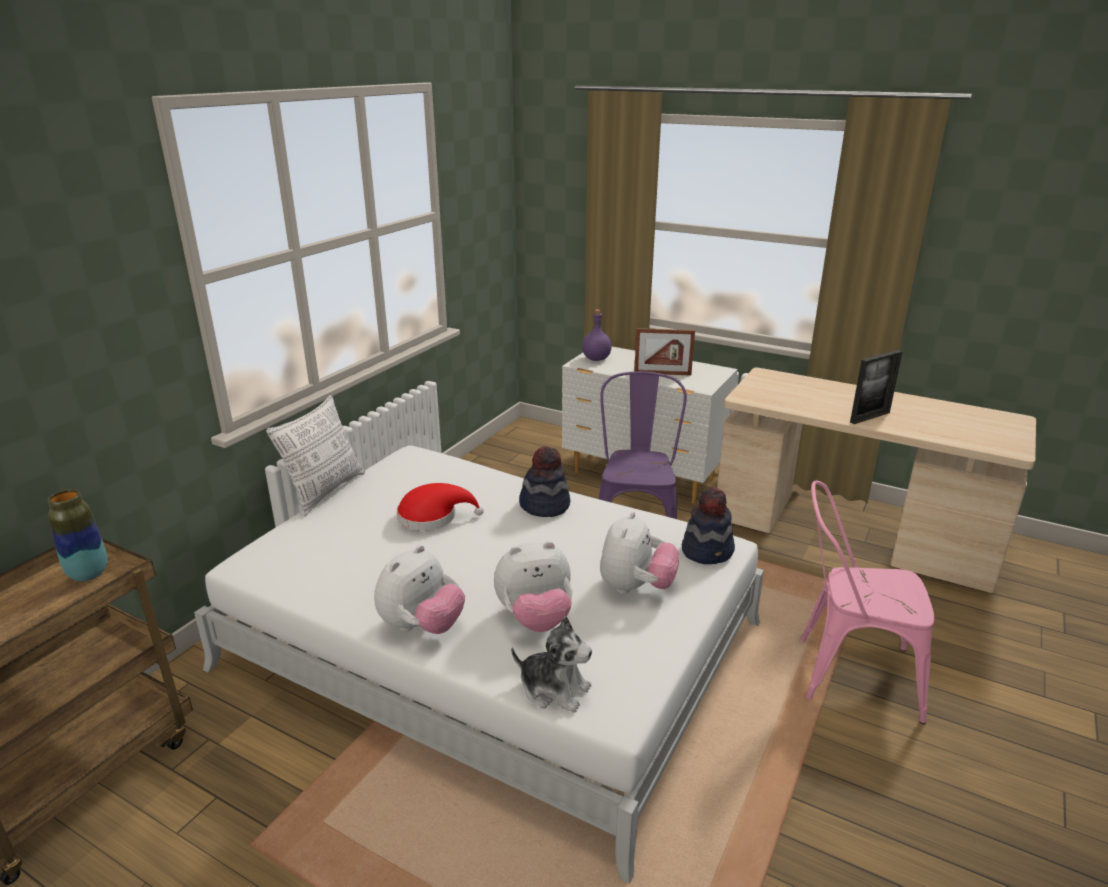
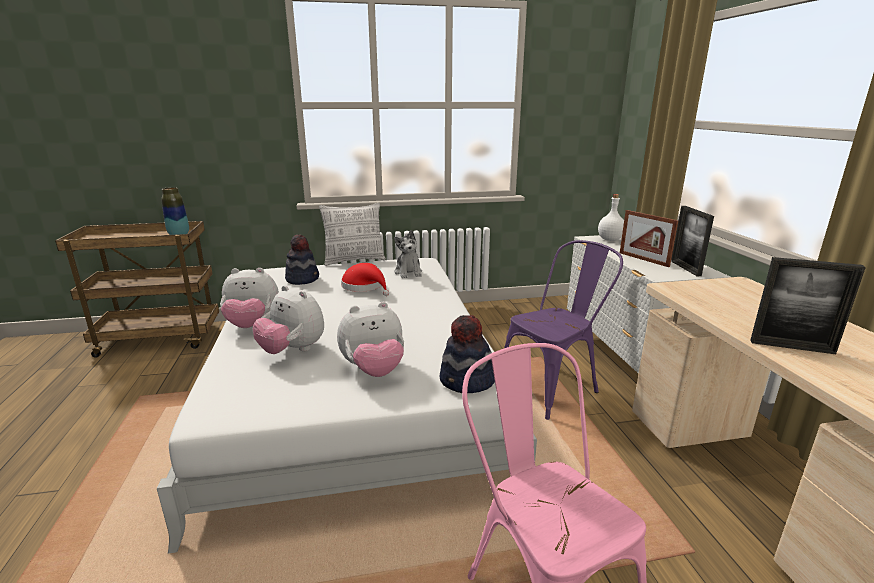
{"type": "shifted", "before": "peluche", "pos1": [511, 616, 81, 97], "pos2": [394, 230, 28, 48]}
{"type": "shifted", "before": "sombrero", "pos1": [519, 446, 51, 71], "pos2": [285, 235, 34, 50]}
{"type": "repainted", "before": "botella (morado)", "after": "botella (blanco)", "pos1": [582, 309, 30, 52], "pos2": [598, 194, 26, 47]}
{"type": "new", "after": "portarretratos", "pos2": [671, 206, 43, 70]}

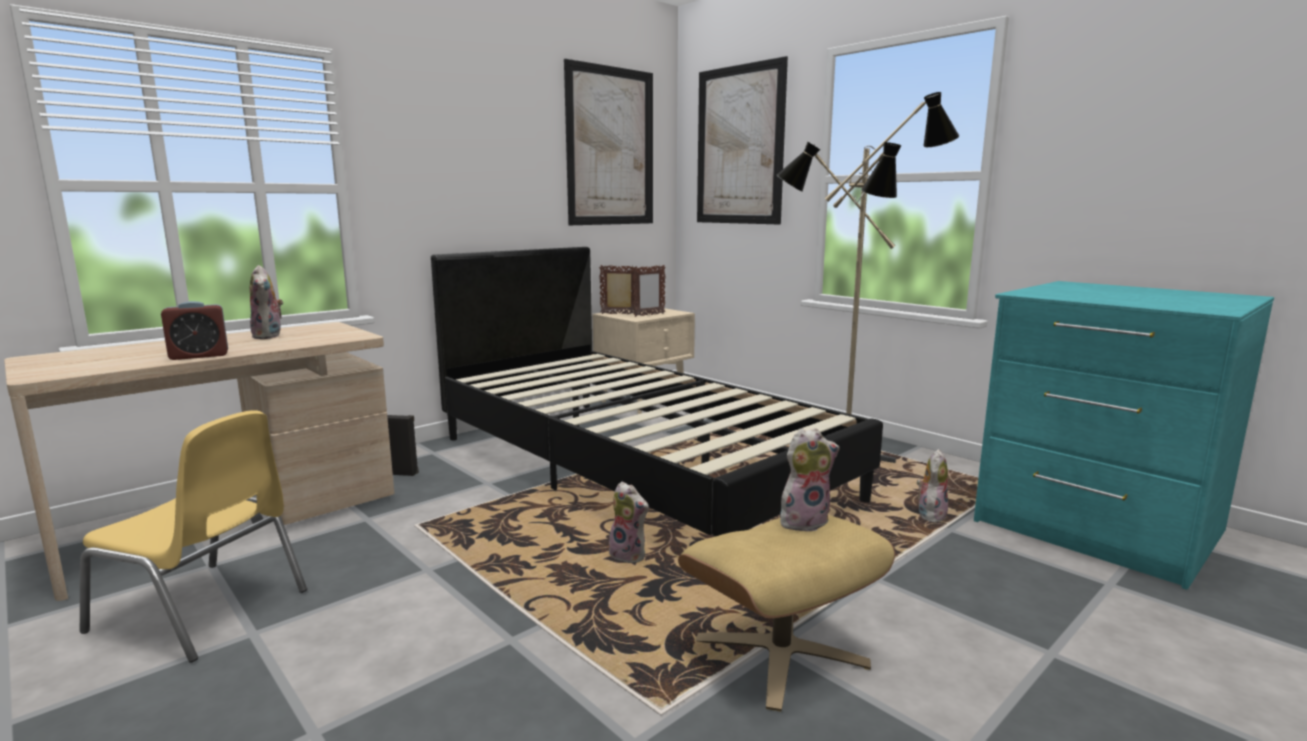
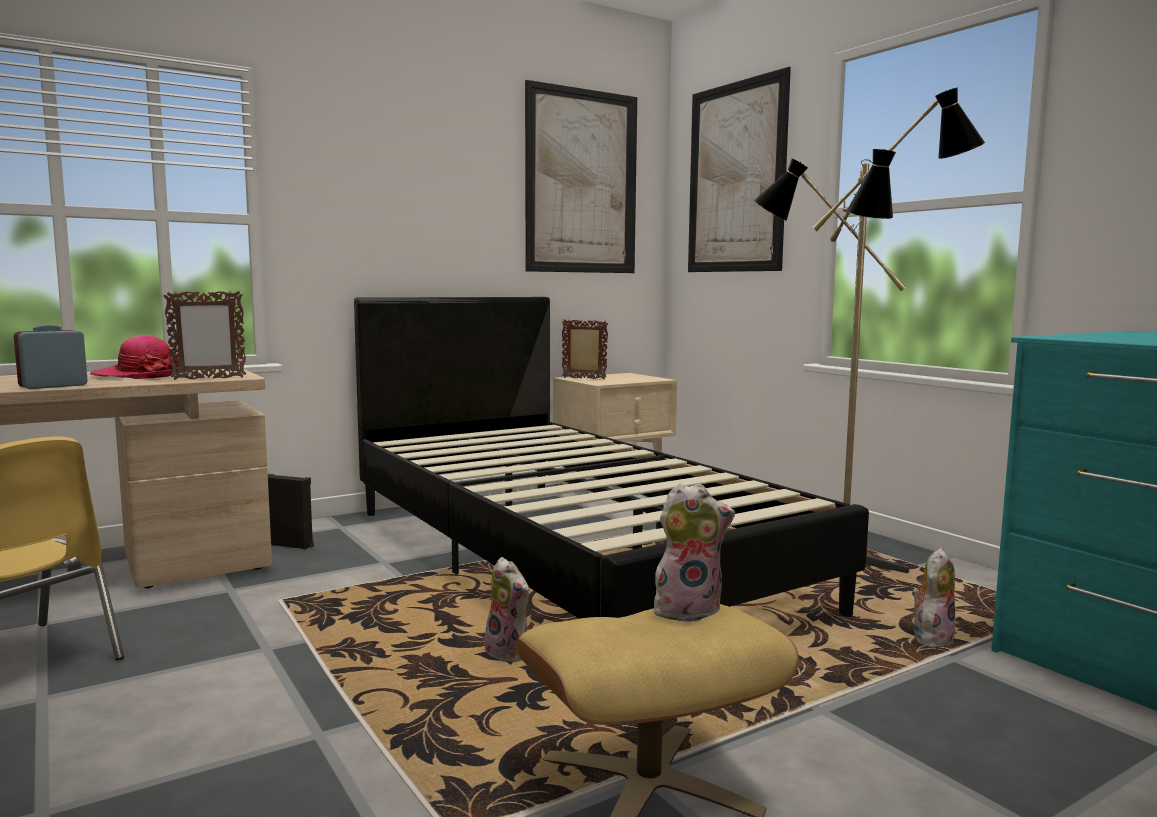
{"type": "rotated", "before": "despertador", "pos1": [161, 301, 67, 59], "pos2": [14, 325, 74, 64], "turn": 150}
{"type": "swapped", "before": "peluche", "after": "sombrero", "pos1": [250, 265, 33, 74], "pos2": [90, 335, 89, 44]}
{"type": "shifted", "before": "portarretratos", "pos1": [633, 265, 32, 52], "pos2": [164, 290, 82, 90]}

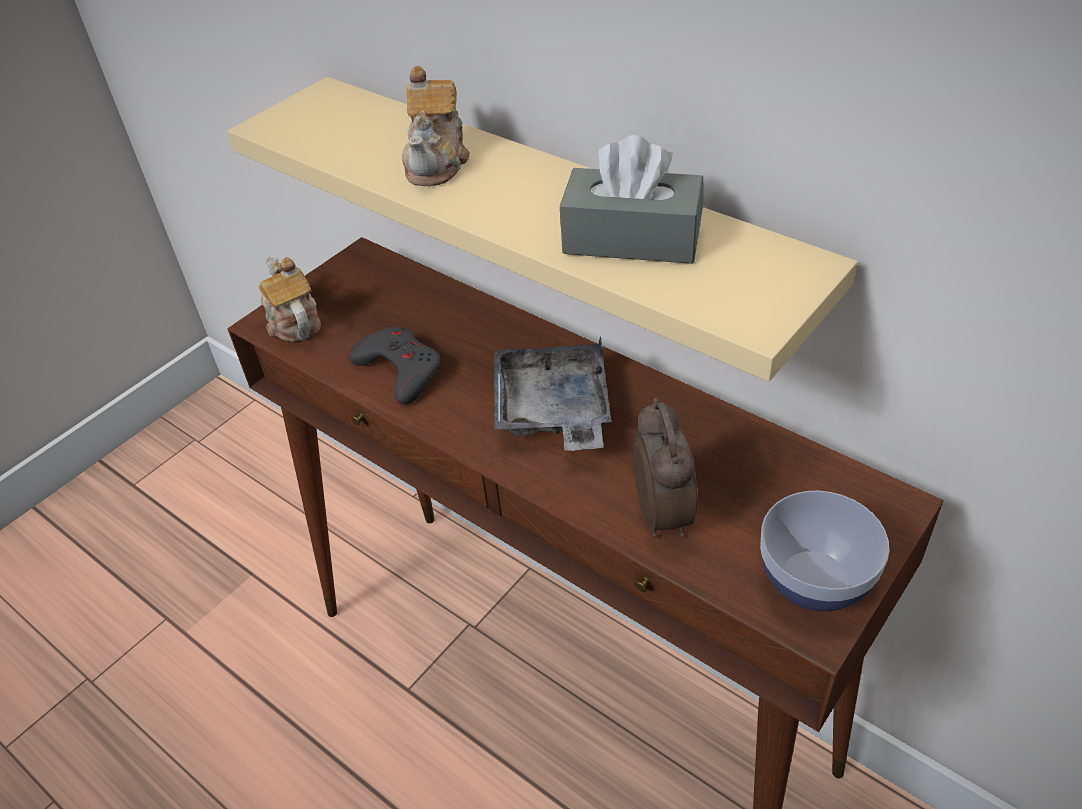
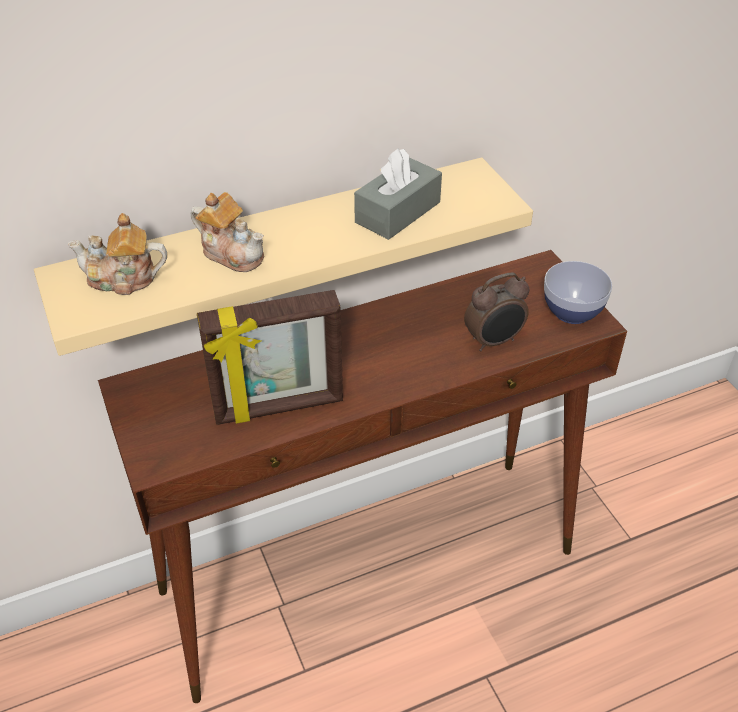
{"type": "shifted", "before": "tetera", "pos1": [259, 256, 62, 86], "pos2": [68, 213, 99, 82]}
{"type": "swapped", "before": "mando de consola (gris)", "after": "portarretratos", "pos1": [349, 327, 92, 78], "pos2": [197, 290, 146, 135]}
{"type": "gone", "before": "bandeja (gris)", "pos1": [494, 337, 117, 114]}
{"type": "rotated", "before": "despertador", "pos1": [633, 398, 65, 139], "pos2": [464, 273, 65, 78], "turn": 135}

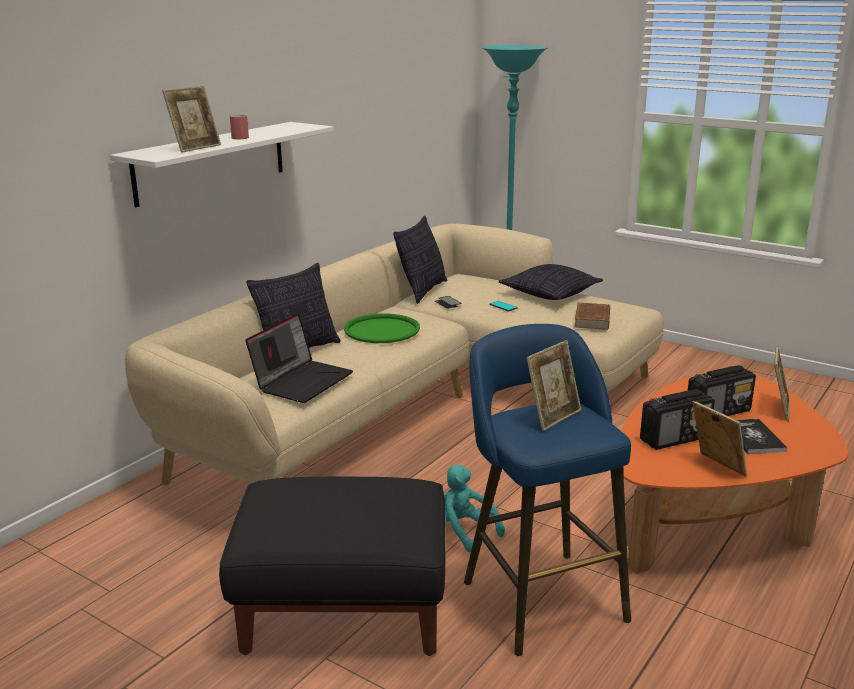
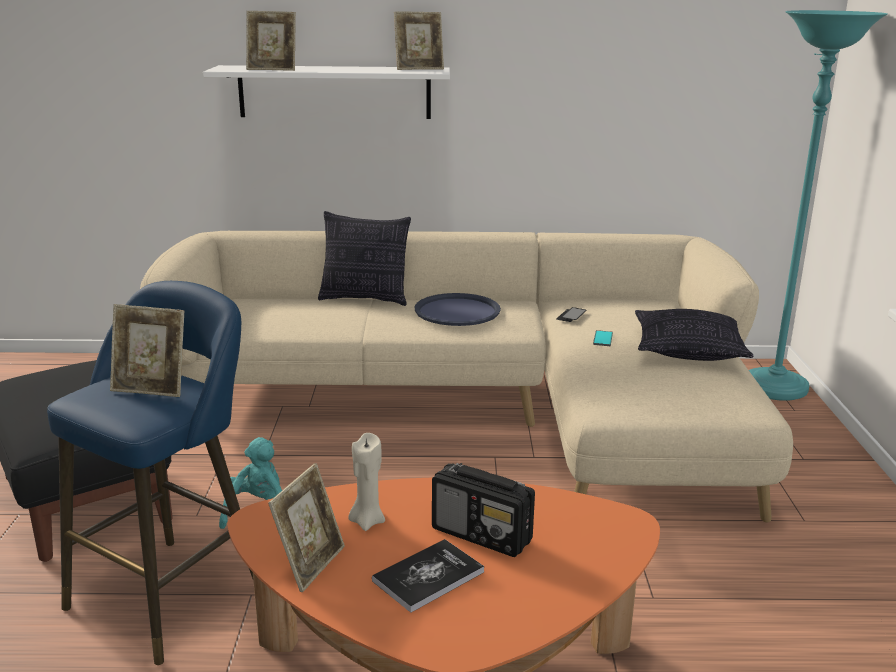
{"type": "gone", "before": "taza grande (rojo)", "pos1": [230, 115, 19, 24]}
{"type": "gone", "before": "portátil", "pos1": [245, 313, 108, 90]}
{"type": "repainted", "before": "bandeja (verde)", "after": "bandeja (azul)", "pos1": [344, 313, 76, 30], "pos2": [415, 293, 86, 33]}
{"type": "gone", "before": "cojín", "pos1": [393, 216, 54, 88]}
{"type": "gone", "before": "libro (marrón)", "pos1": [575, 303, 35, 27]}
{"type": "swapped", "before": "radio", "after": "vela (beis)", "pos1": [640, 389, 75, 61], "pos2": [348, 433, 37, 98]}
{"type": "shifted", "before": "portarretratos", "pos1": [774, 346, 16, 75], "pos2": [394, 11, 50, 59]}

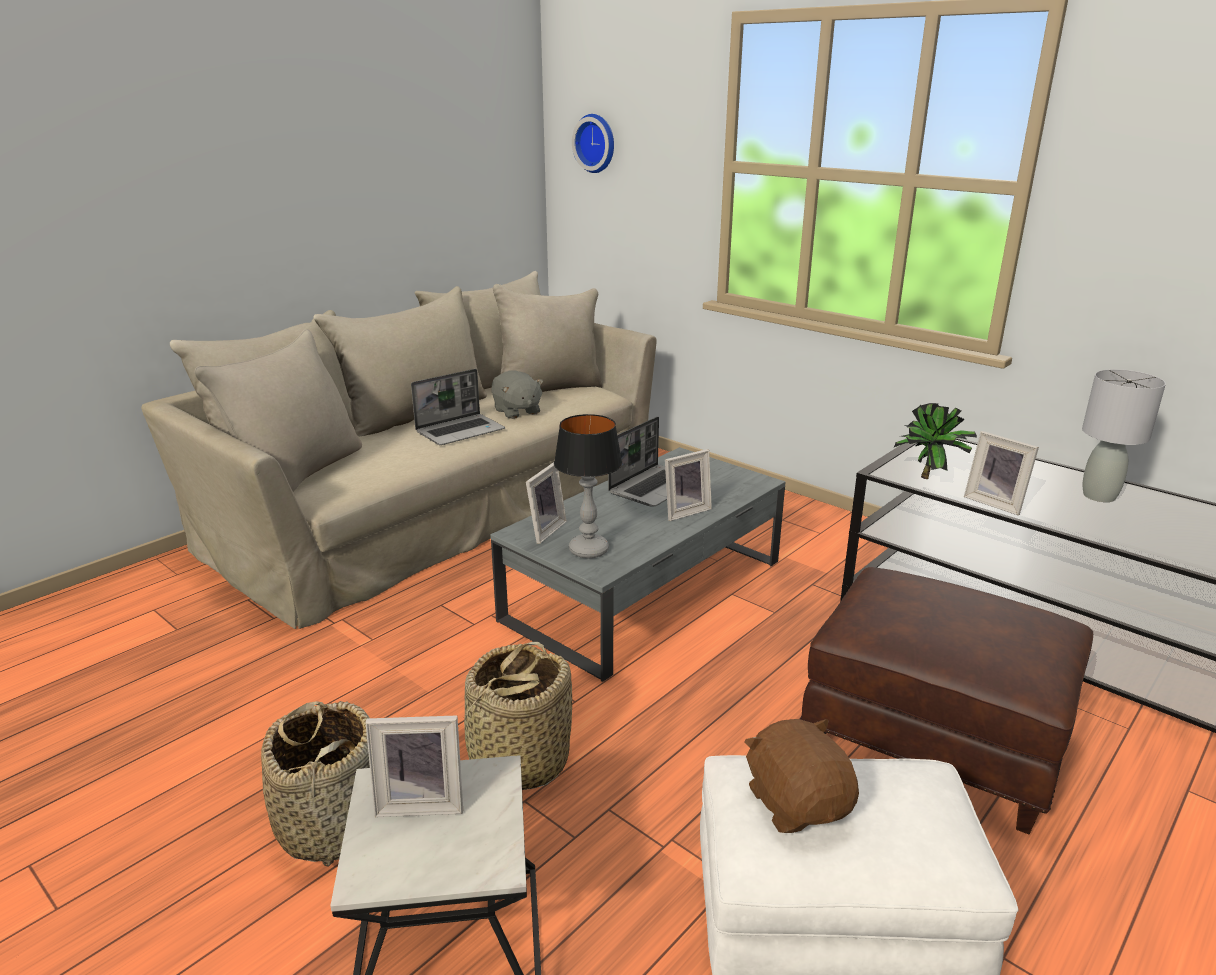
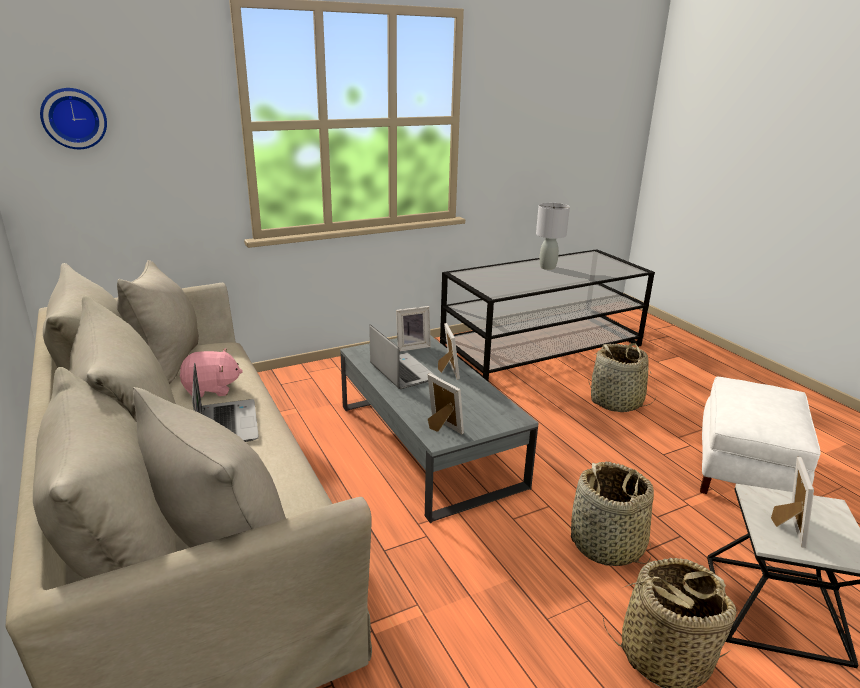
{"type": "repainted", "before": "peluche (gris)", "after": "peluche (rosa)", "pos1": [491, 370, 53, 49], "pos2": [180, 348, 63, 49]}
{"type": "gone", "before": "lámpara de mesa", "pos1": [554, 414, 68, 144]}
{"type": "gone", "before": "peluche (marrón)", "pos1": [744, 719, 115, 114]}
{"type": "swapped", "before": "puf (marrón)", "after": "cesta", "pos1": [800, 567, 293, 267], "pos2": [588, 343, 69, 69]}
{"type": "gone", "before": "planta en maceta", "pos1": [894, 403, 83, 76]}
{"type": "shifted", "before": "portarretratos", "pos1": [964, 431, 75, 84], "pos2": [396, 306, 35, 46]}

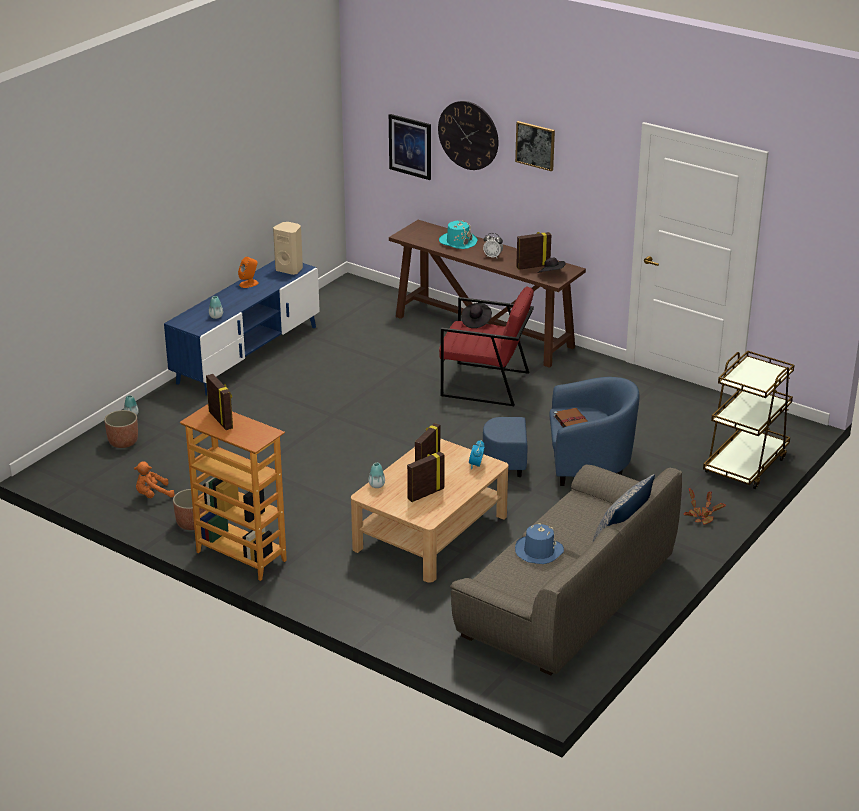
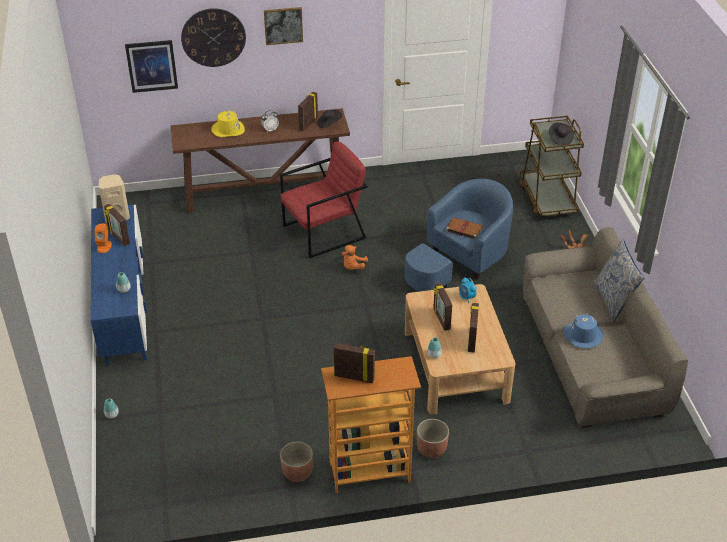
{"type": "shifted", "before": "maceta", "pos1": [104, 410, 34, 38], "pos2": [417, 419, 32, 39]}
{"type": "shifted", "before": "peluche (naranja)", "pos1": [134, 461, 41, 37], "pos2": [342, 245, 26, 25]}
{"type": "repainted", "before": "sombrero (turquesa)", "after": "sombrero (amarillo)", "pos1": [439, 220, 39, 29], "pos2": [211, 110, 34, 27]}
{"type": "shifted", "before": "sombrero (negro)", "pos1": [461, 303, 31, 25], "pos2": [549, 123, 25, 23]}
{"type": "new", "after": "portarretratos", "pos2": [104, 204, 26, 42]}

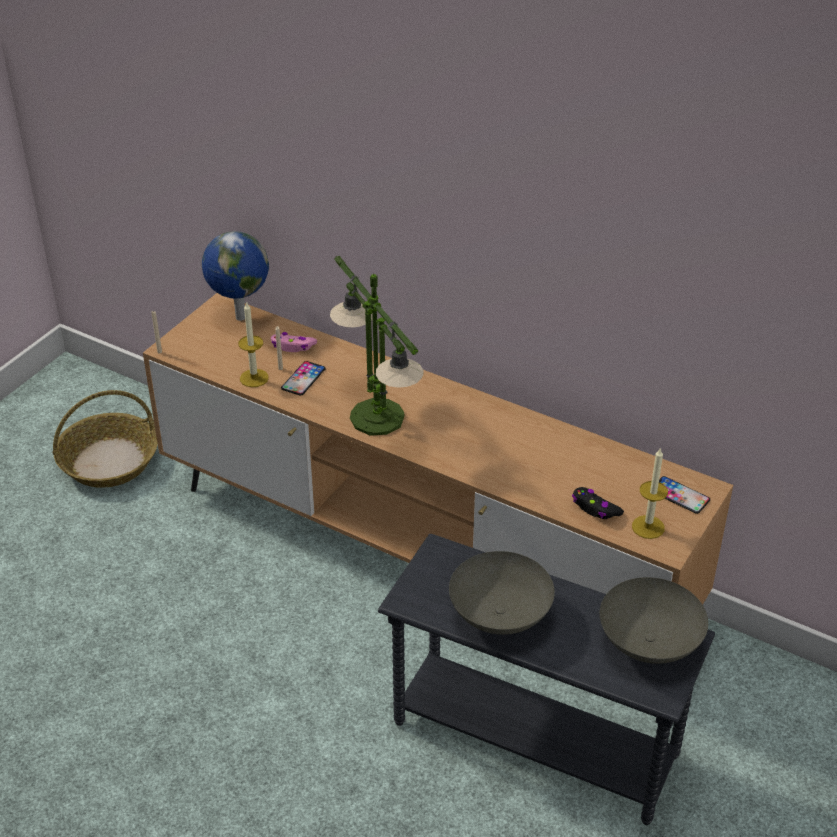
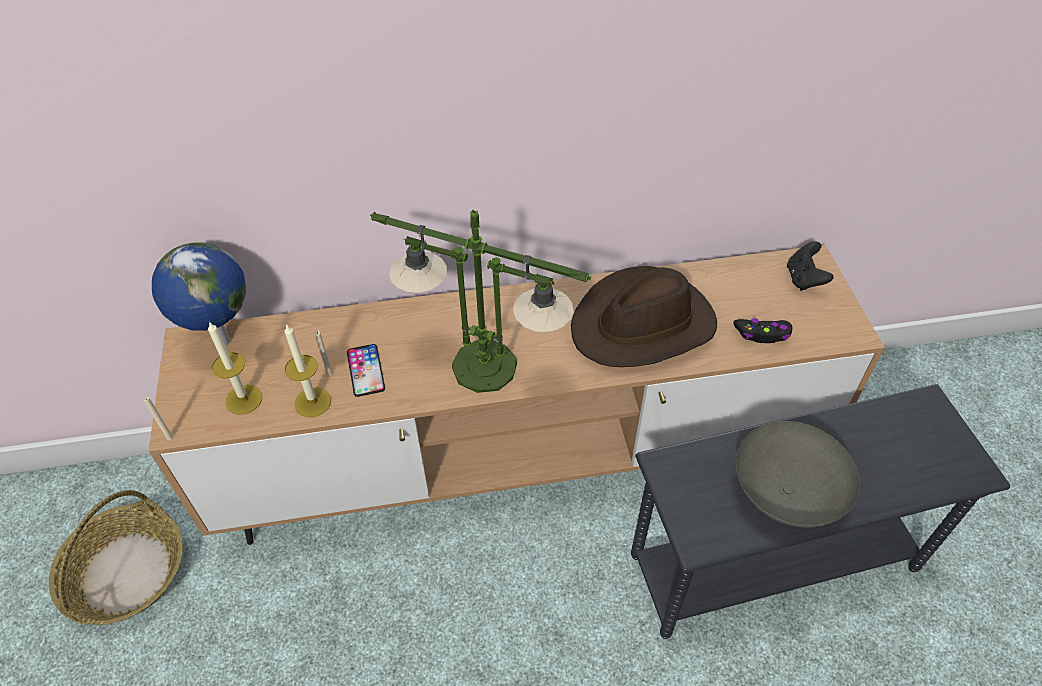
{"type": "gone", "before": "mando de consola (rosa)", "pos1": [271, 332, 46, 20]}
{"type": "gone", "before": "cuenco (gris)", "pos1": [600, 577, 108, 87]}
{"type": "shifted", "before": "vela", "pos1": [632, 447, 36, 92], "pos2": [208, 322, 54, 93]}
{"type": "swapped", "before": "móvil", "after": "mando de consola (negro)", "pos1": [659, 476, 51, 38], "pos2": [787, 241, 47, 50]}
{"type": "new", "after": "sombrero (marrón)", "pos2": [571, 266, 146, 101]}

